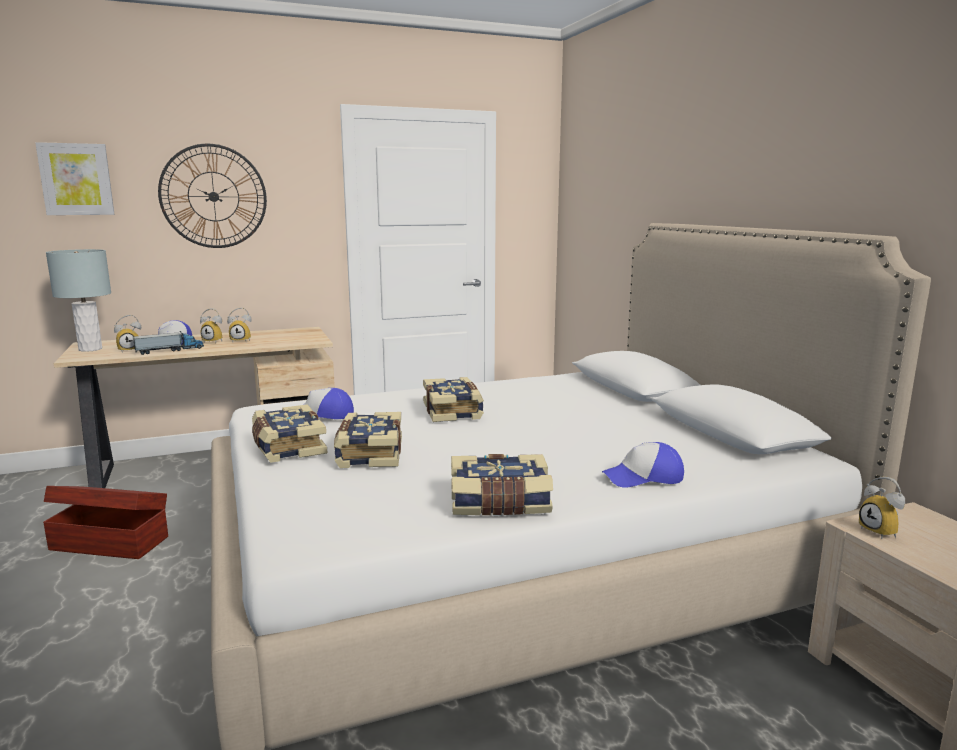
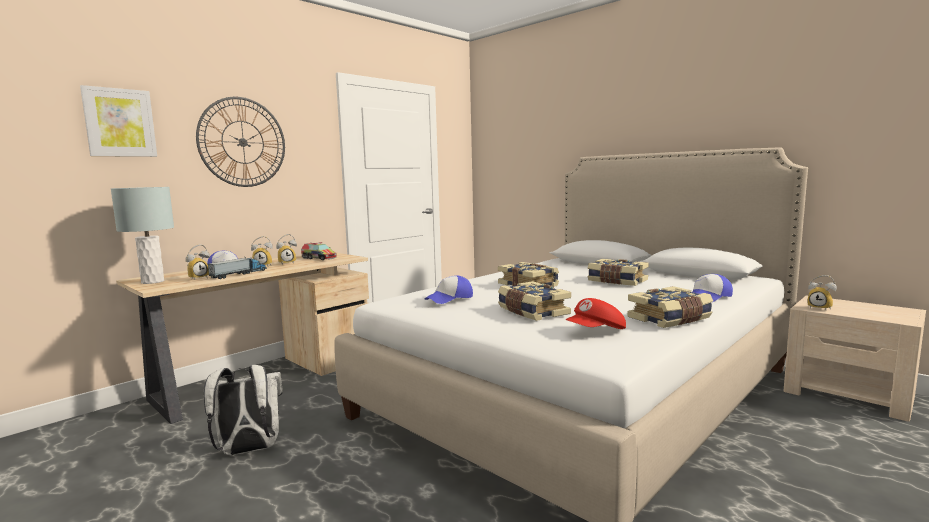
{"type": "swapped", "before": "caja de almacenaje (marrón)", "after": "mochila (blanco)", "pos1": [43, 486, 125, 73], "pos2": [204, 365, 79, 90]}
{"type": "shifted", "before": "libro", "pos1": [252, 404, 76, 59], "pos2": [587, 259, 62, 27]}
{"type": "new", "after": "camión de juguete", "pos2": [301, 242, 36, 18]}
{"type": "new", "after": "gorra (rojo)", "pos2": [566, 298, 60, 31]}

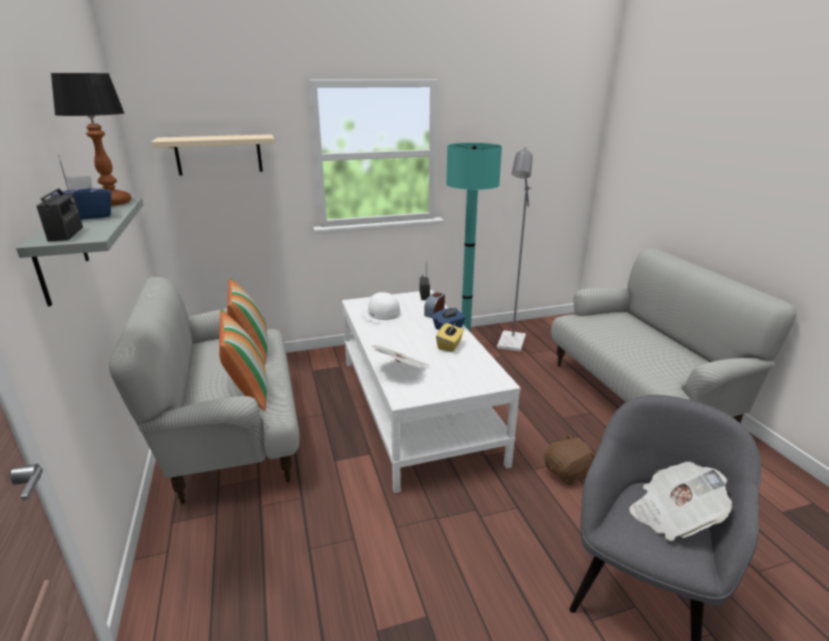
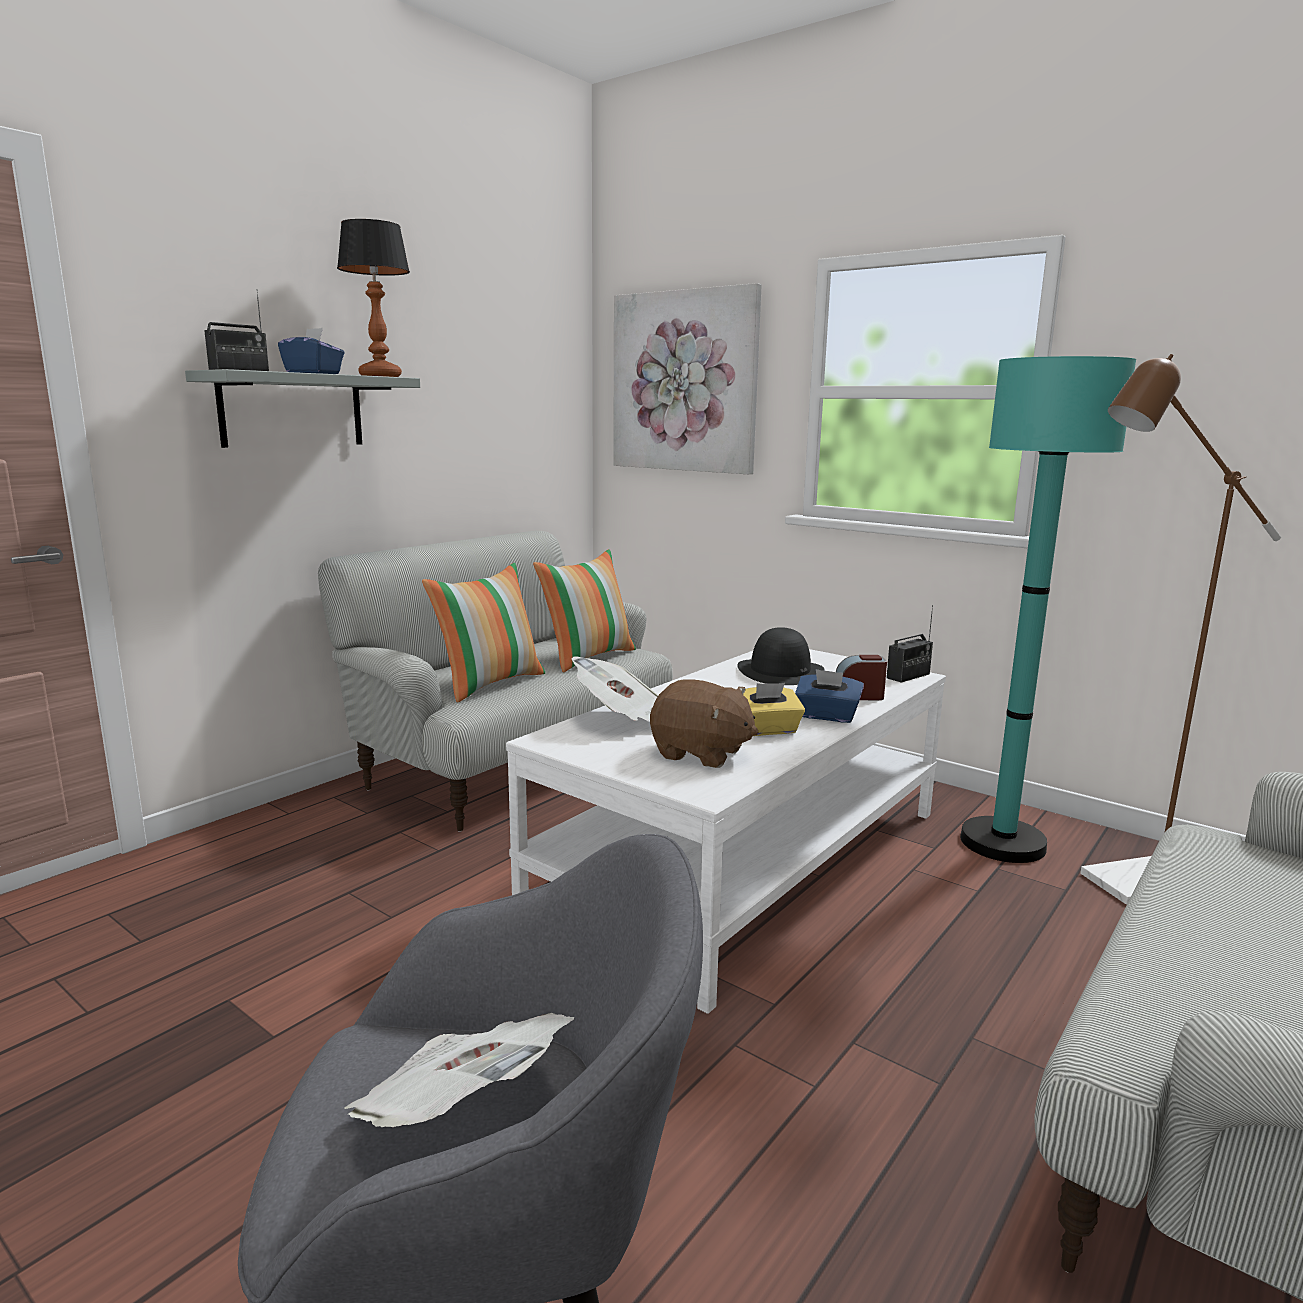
{"type": "swapped", "before": "estante (beis)", "after": "cuadro", "pos1": [151, 134, 124, 41], "pos2": [613, 283, 149, 191]}
{"type": "repainted", "before": "sombrero (blanco)", "after": "sombrero (negro)", "pos1": [361, 292, 47, 33], "pos2": [737, 627, 88, 58]}
{"type": "repainted", "before": "lámpara de pie (gris)", "after": "lámpara de pie (marrón)", "pos1": [497, 147, 36, 205], "pos2": [1080, 354, 201, 550]}
{"type": "shifted", "before": "peluche (marrón)", "pos1": [544, 434, 51, 52], "pos2": [650, 679, 108, 89]}

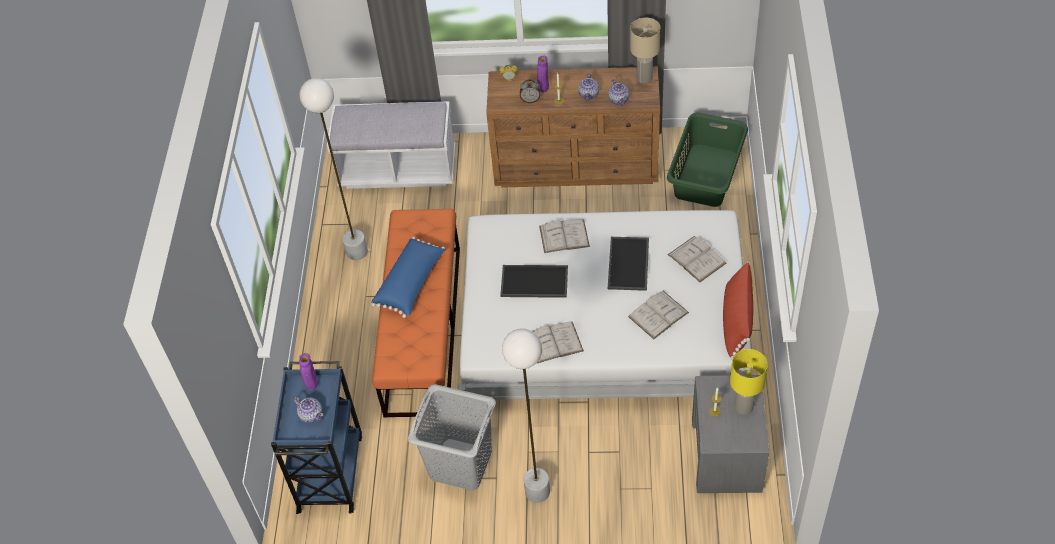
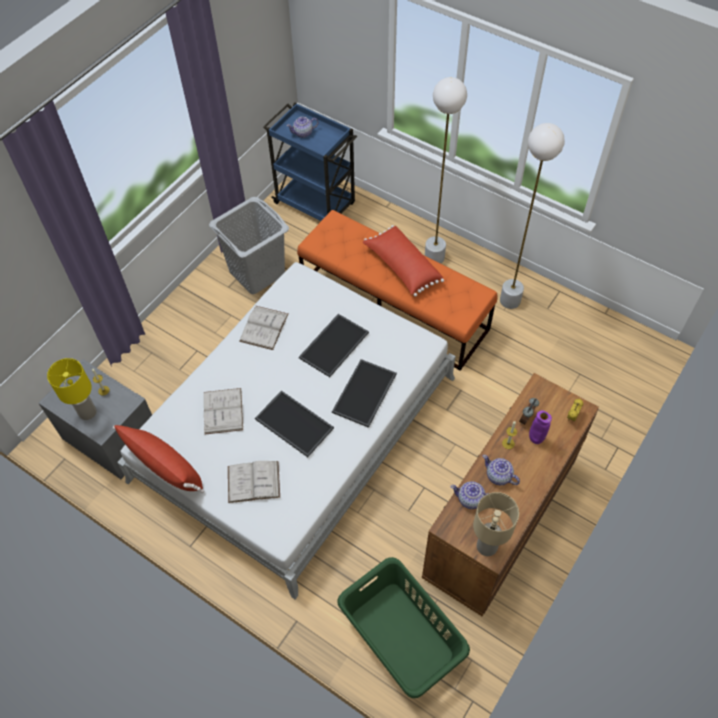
{"type": "gone", "before": "florero (morado)", "pos1": [299, 353, 19, 38]}
{"type": "gone", "before": "banco (blanco)", "pos1": [327, 101, 129, 88]}
{"type": "repainted", "before": "cojín (azul)", "after": "cojín (rojo)", "pos1": [371, 237, 75, 81], "pos2": [363, 225, 81, 72]}
{"type": "shifted", "before": "lámpara de pie (blanco)", "pos1": [502, 328, 48, 175], "pos2": [425, 77, 42, 187]}
{"type": "swapped", "before": "libro (blanco)", "after": "bandeja", "pos1": [539, 219, 51, 34], "pos2": [332, 359, 65, 69]}

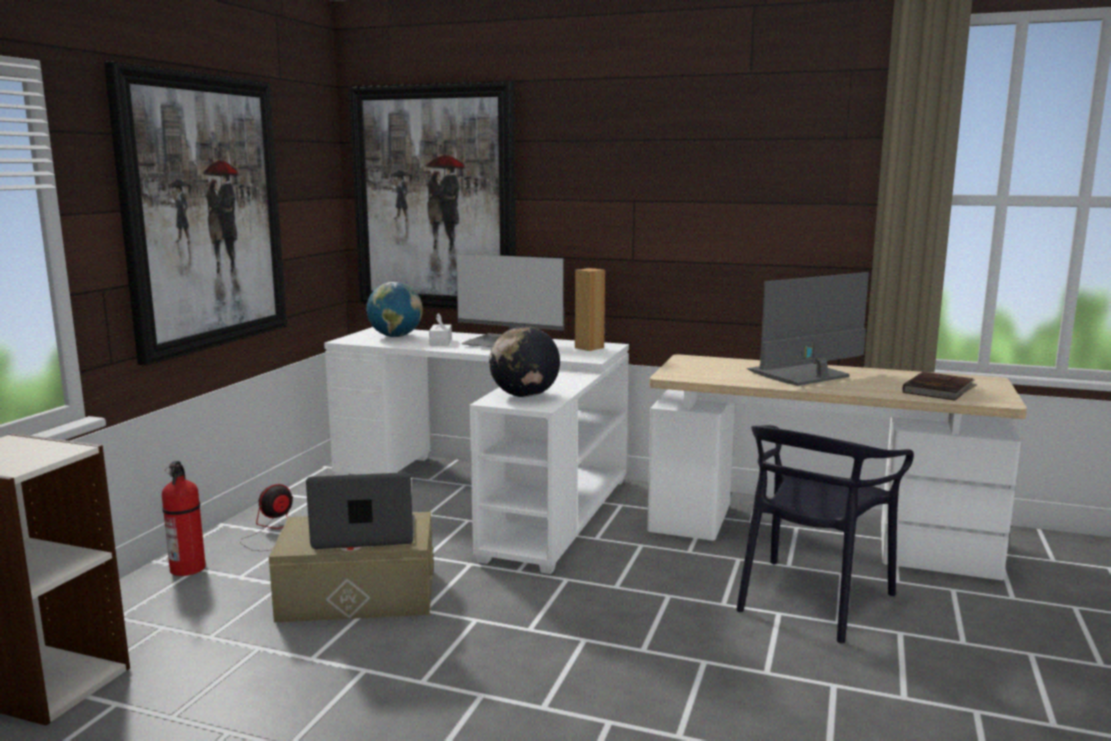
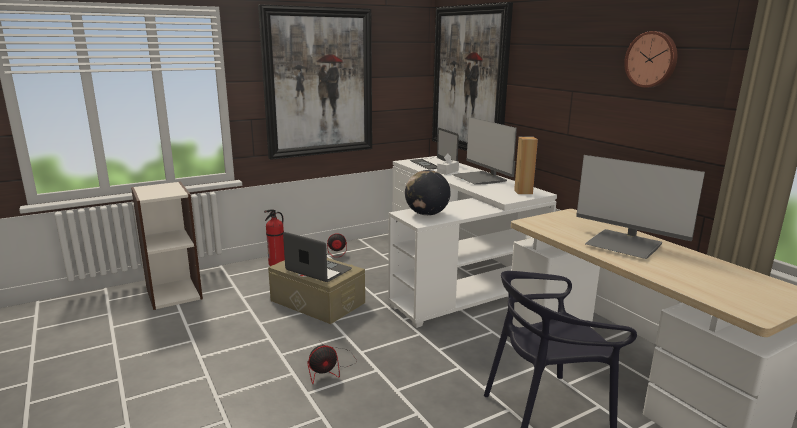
{"type": "swapped", "before": "globo terráqueo", "after": "portátil", "pos1": [367, 282, 56, 55], "pos2": [410, 128, 49, 42]}
{"type": "rotated", "before": "monitor", "pos1": [747, 272, 122, 114], "pos2": [576, 155, 129, 104], "turn": -150}
{"type": "gone", "before": "libro (marrón)", "pos1": [902, 372, 75, 29]}
{"type": "new", "after": "ventilador", "pos2": [308, 341, 49, 43]}
{"type": "new", "after": "reloj de pared", "pos2": [624, 31, 53, 57]}

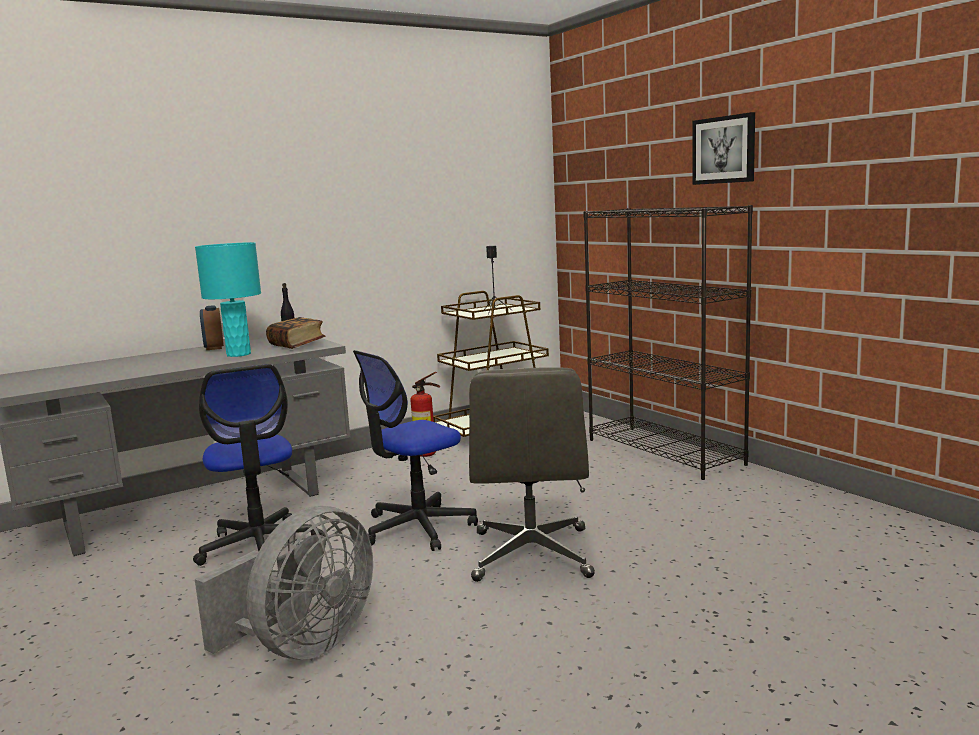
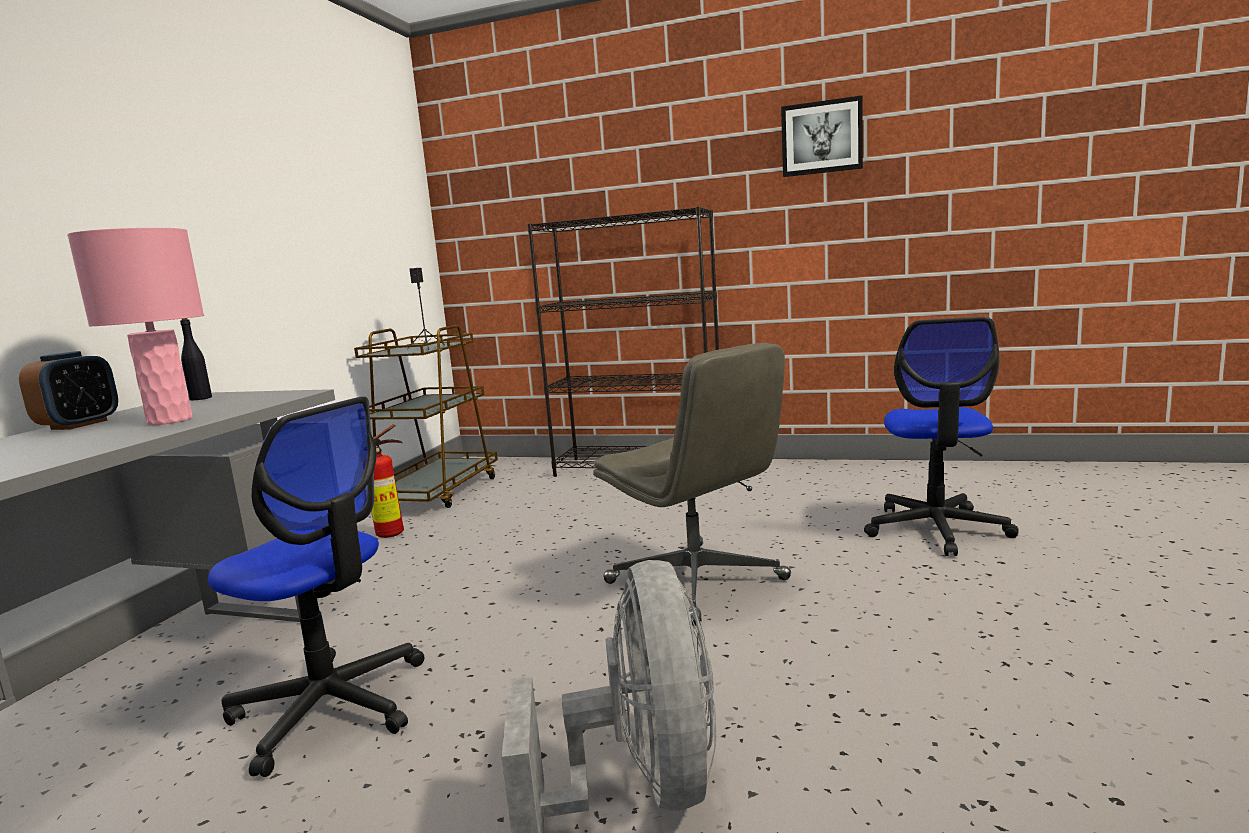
{"type": "repainted", "before": "lámpara de mesa (turquesa)", "after": "lámpara de mesa (rosa)", "pos1": [195, 242, 66, 115], "pos2": [67, 228, 137, 197]}
{"type": "rotated", "before": "despertador", "pos1": [200, 305, 24, 45], "pos2": [19, 351, 99, 79], "turn": -105}
{"type": "gone", "before": "libro", "pos1": [266, 317, 60, 32]}
{"type": "shifted", "before": "silla de oficina", "pos1": [353, 350, 125, 201], "pos2": [864, 317, 155, 239]}
{"type": "shifted", "before": "cuadro", "pos1": [692, 112, 63, 73], "pos2": [781, 95, 82, 82]}

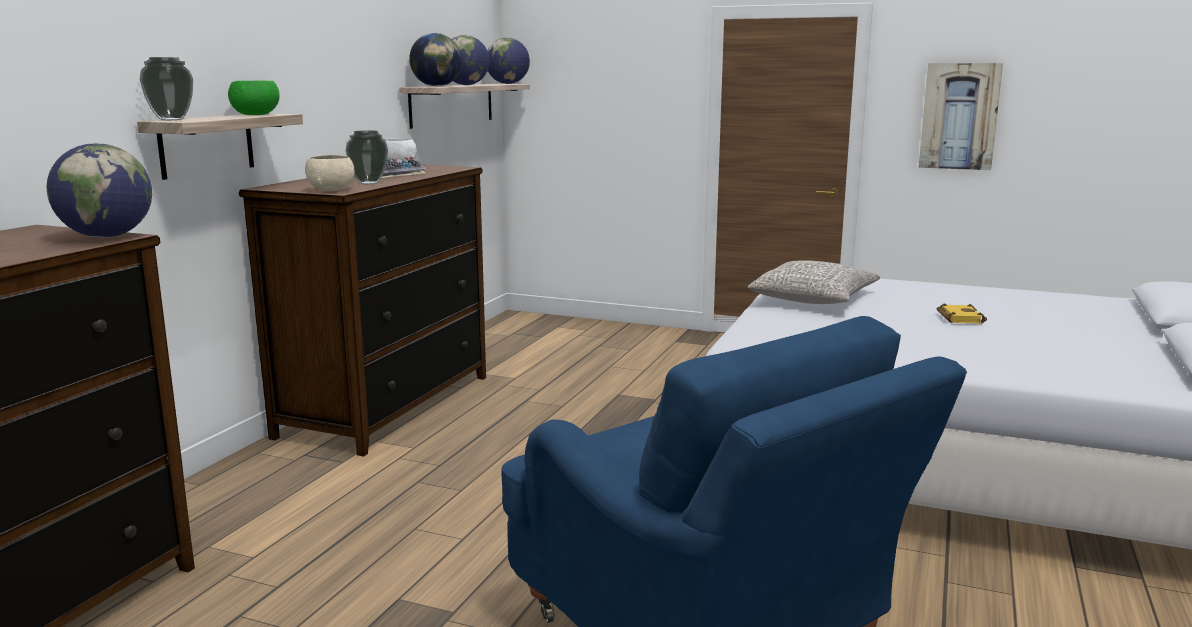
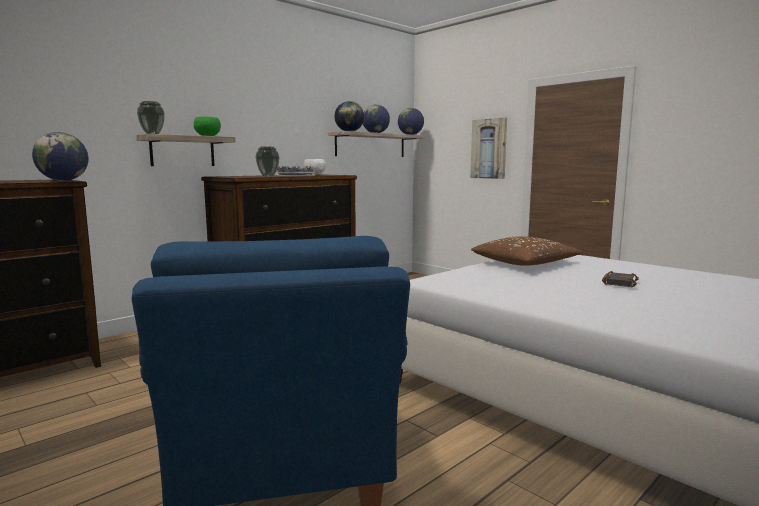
{"type": "gone", "before": "cuenco (beis)", "pos1": [305, 155, 50, 36]}
{"type": "repainted", "before": "cojín (gris)", "after": "cojín (marrón)", "pos1": [748, 260, 132, 44], "pos2": [471, 236, 111, 30]}
{"type": "shifted", "before": "cuadro", "pos1": [919, 63, 84, 107], "pos2": [470, 118, 37, 61]}
{"type": "repainted", "before": "libro (amarillo)", "after": "libro (negro)", "pos1": [937, 303, 50, 21], "pos2": [602, 271, 37, 17]}

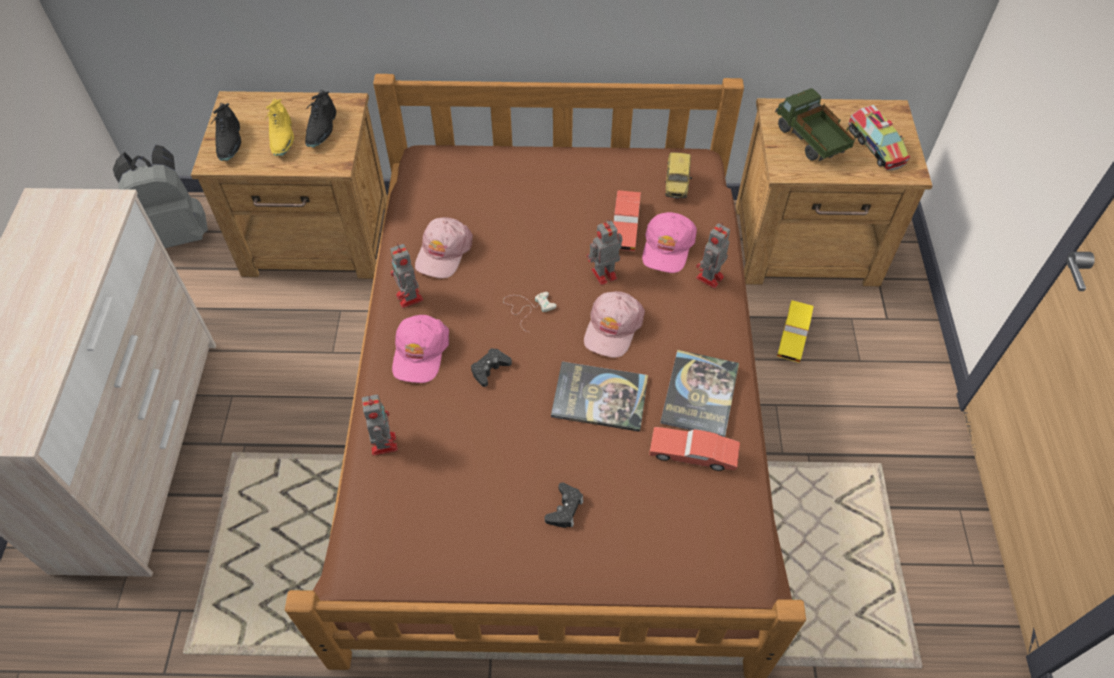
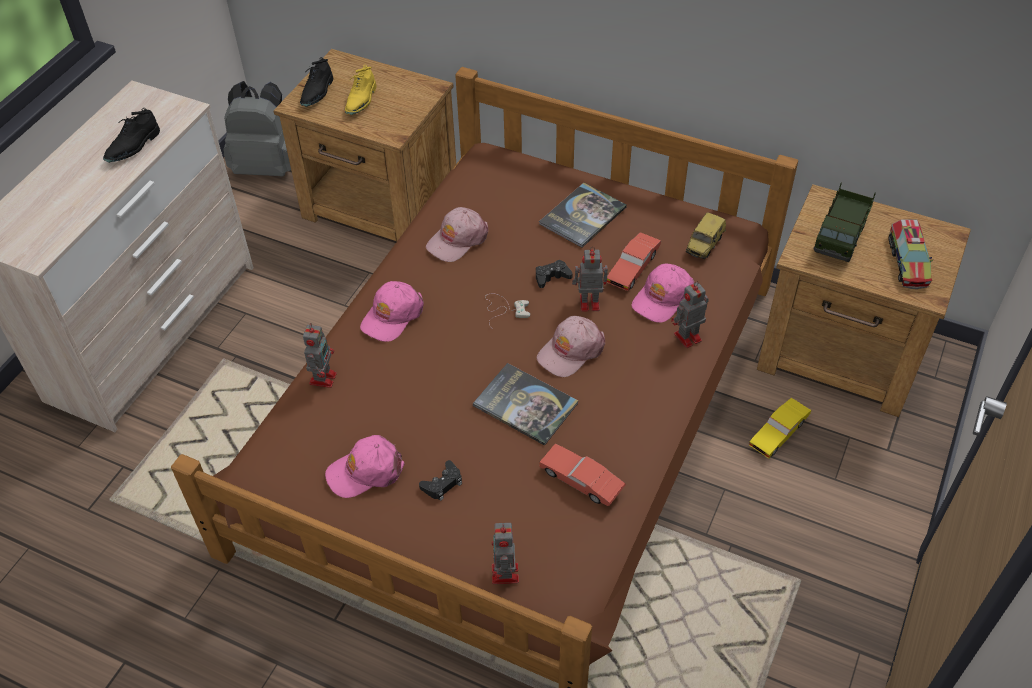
{"type": "shifted", "before": "zapato (negro)", "pos1": [305, 90, 31, 58], "pos2": [103, 108, 57, 55]}
{"type": "shifted", "before": "robot de juguete", "pos1": [390, 244, 33, 64], "pos2": [492, 523, 27, 61]}
{"type": "shifted", "before": "mando de consola (negro)", "pos1": [471, 348, 41, 39], "pos2": [536, 260, 37, 28]}
{"type": "shifted", "before": "libro", "pos1": [660, 350, 79, 87], "pos2": [539, 183, 88, 65]}
{"type": "rotated", "before": "camión de juguete", "pos1": [775, 88, 81, 73], "pos2": [814, 183, 62, 79], "turn": -150}
{"type": "new", "after": "gorra (rosa)", "pos2": [325, 435, 80, 63]}

